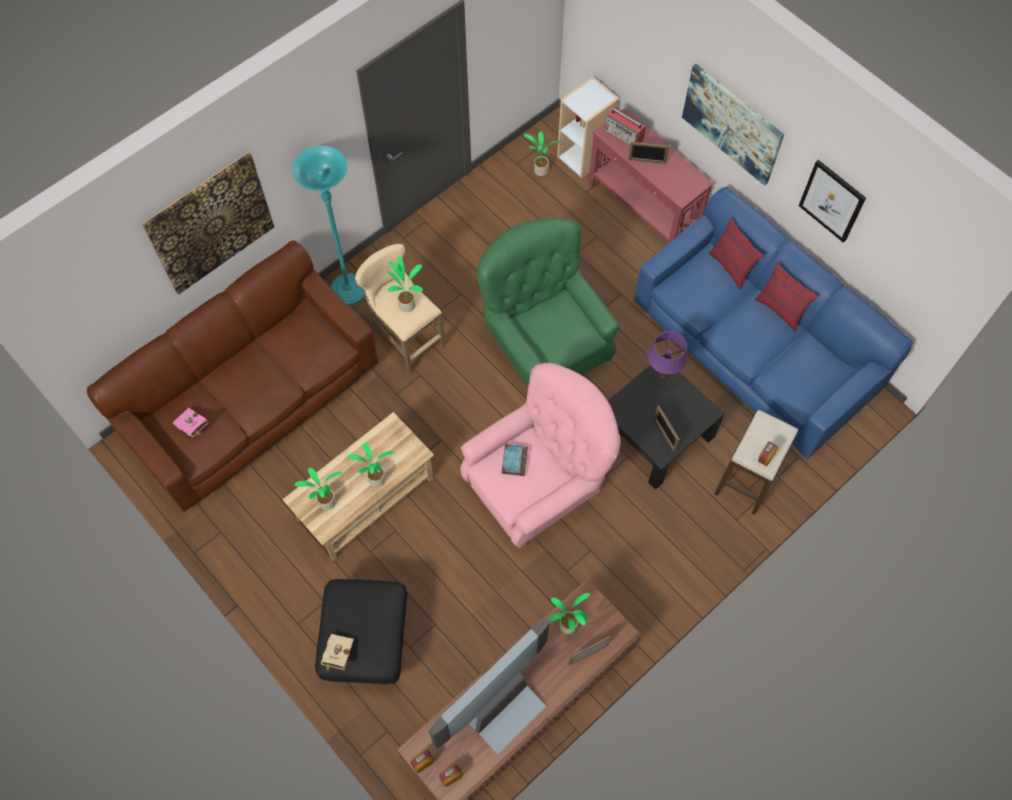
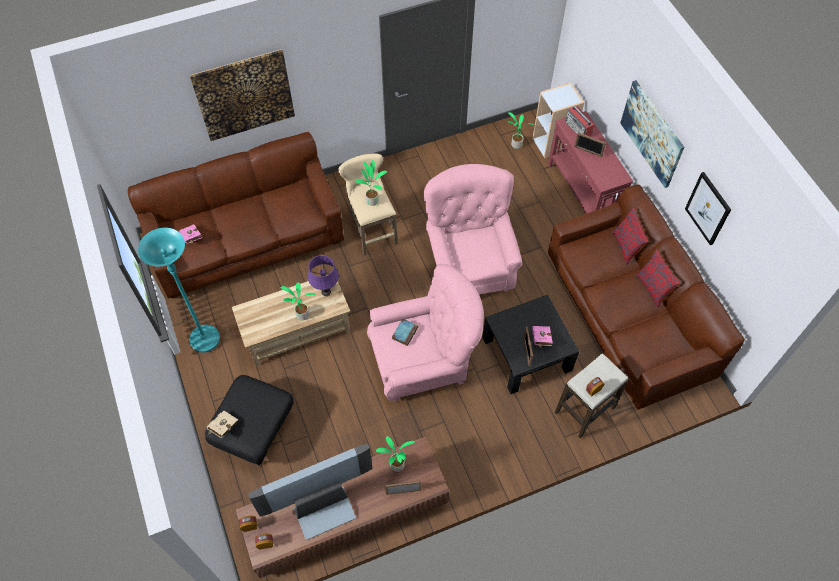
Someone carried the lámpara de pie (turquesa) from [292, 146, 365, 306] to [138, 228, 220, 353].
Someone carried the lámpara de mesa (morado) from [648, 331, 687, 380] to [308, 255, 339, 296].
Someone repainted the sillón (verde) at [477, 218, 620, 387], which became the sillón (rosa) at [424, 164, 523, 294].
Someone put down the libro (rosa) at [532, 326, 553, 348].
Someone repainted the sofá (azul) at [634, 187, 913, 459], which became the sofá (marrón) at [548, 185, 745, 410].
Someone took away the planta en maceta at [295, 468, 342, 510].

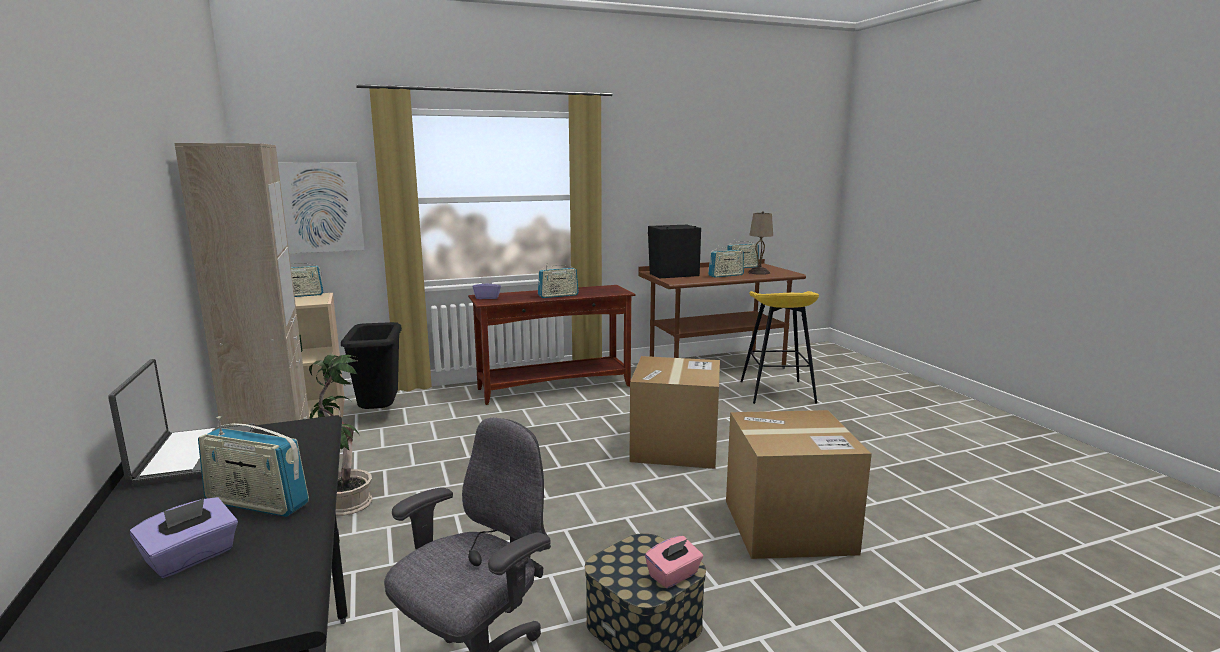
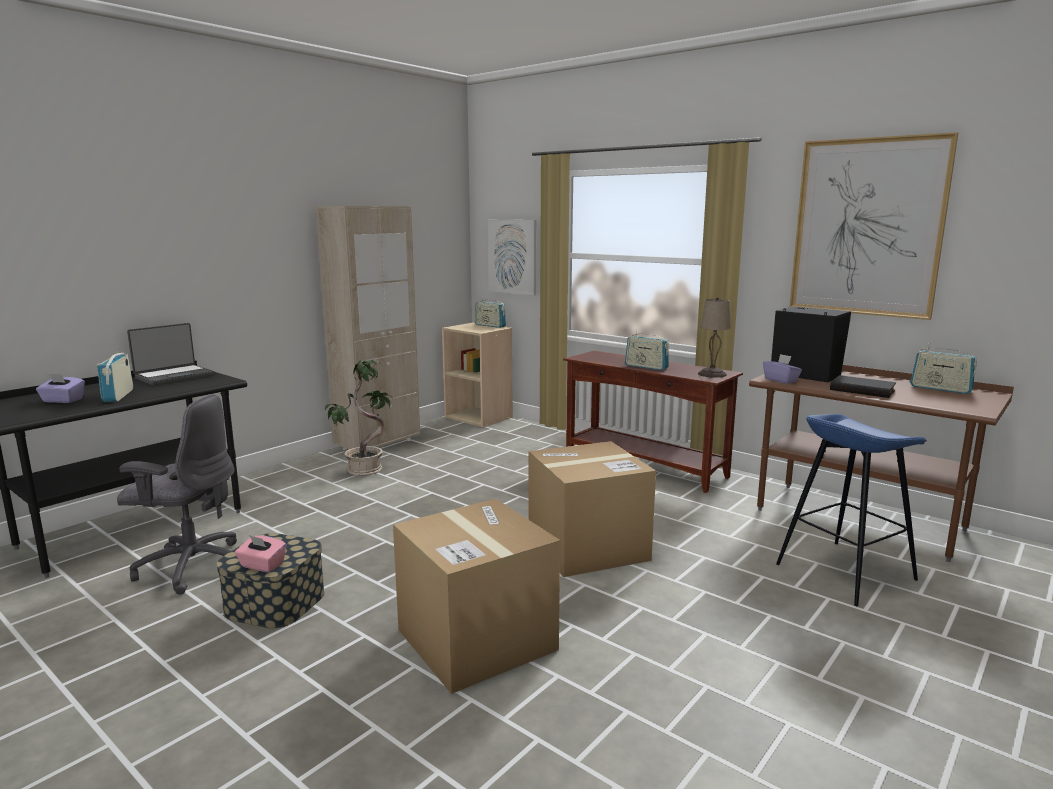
Someone carried the lámpara de mesa (beis) from [748, 211, 773, 275] to [698, 297, 731, 378].
Someone carried the caja de pañuelos (morado) from [473, 277, 501, 299] to [763, 354, 802, 384].
Someone repainted the taburete (amarillo) at [741, 291, 819, 404], which became the taburete (azul) at [776, 414, 927, 606].
Someone put up the cuadro at [790, 132, 958, 320].
Someone swapped the radio at [708, 245, 744, 277] for the libro (negro) at [830, 375, 896, 398].
Someone took away the papelera (negro) at [341, 322, 402, 409].

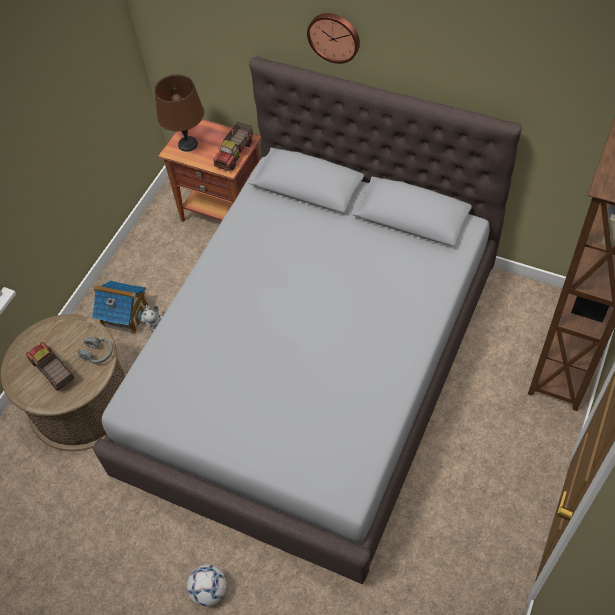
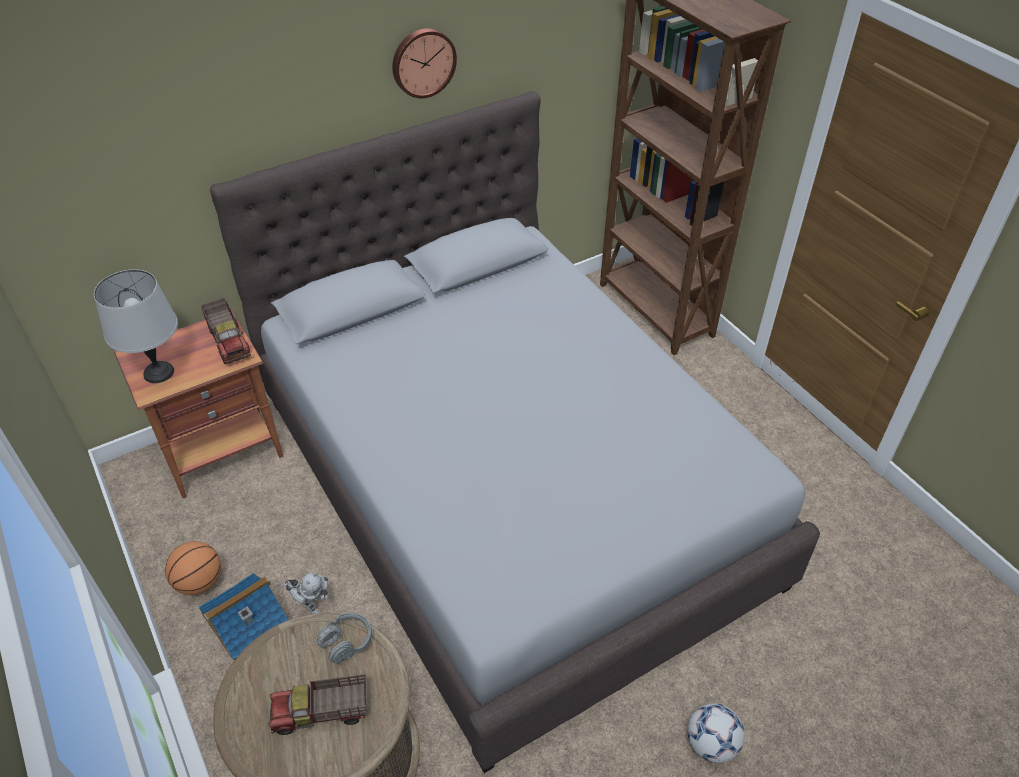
Someone repainted the lámpara de mesa (marrón) at [154, 74, 204, 152], which became the lámpara de mesa (gris) at [94, 269, 178, 383].
Someone put down the balón de baloncesto at [165, 541, 221, 595].
Someone carried the reloj de pared from [307, 13, 360, 64] to [392, 28, 457, 98].

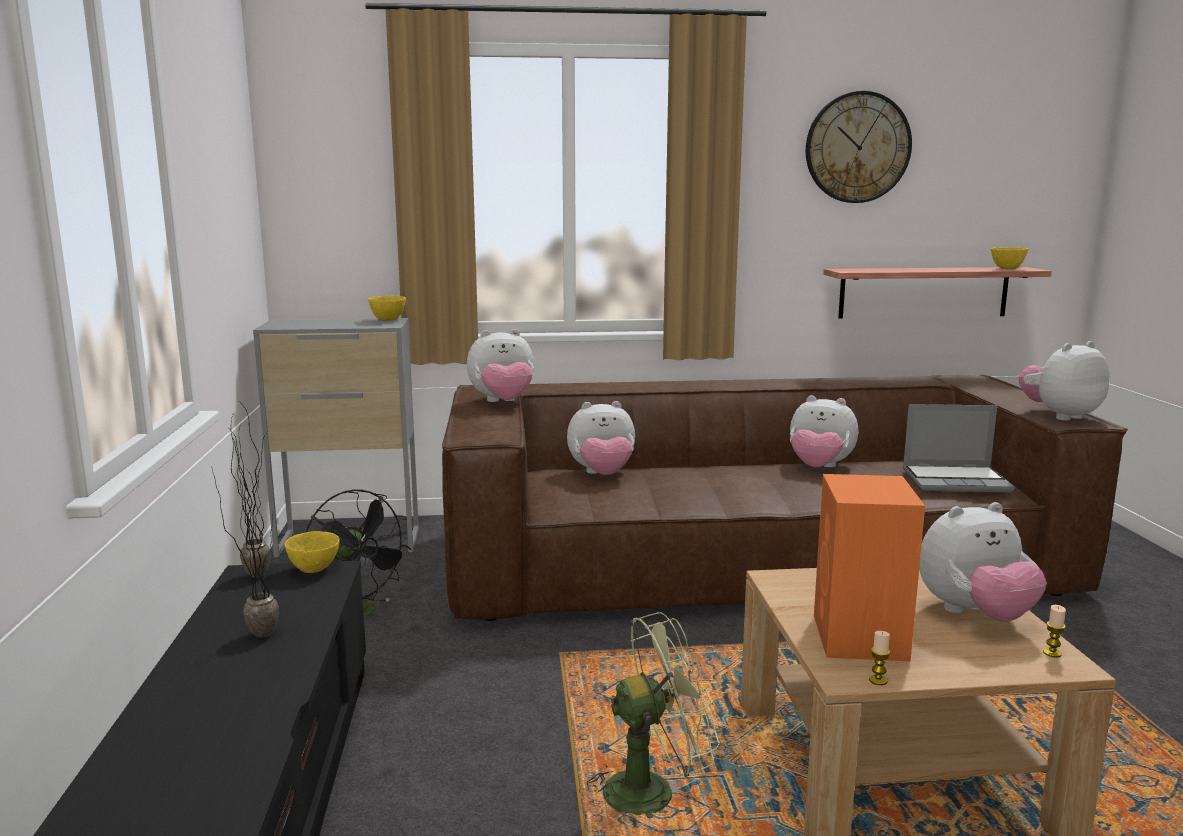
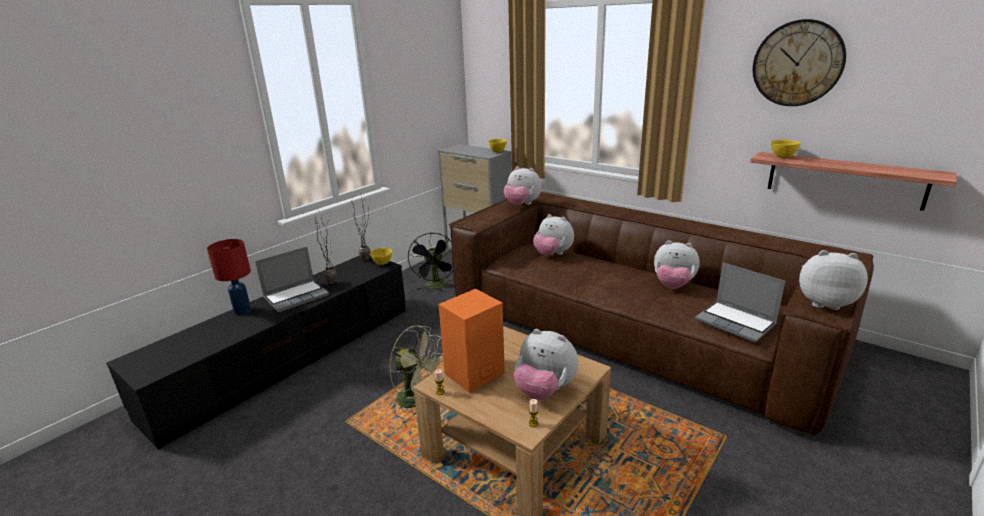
Someone put down the lámpara de mesa (rojo) at [207, 239, 251, 315].
Someone put down the portátil at [255, 247, 329, 312].
Someone rotated the peluche at [790, 395, 858, 467] by 45 degrees counterclockwise.
Someone carried the cuenco (amarillo) from [991, 247, 1028, 269] to [771, 140, 801, 158].

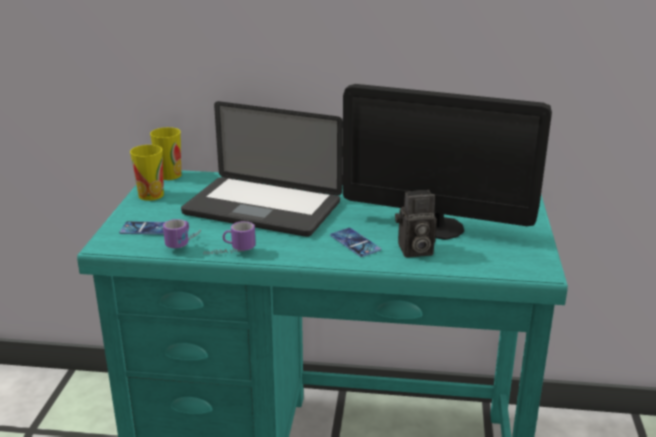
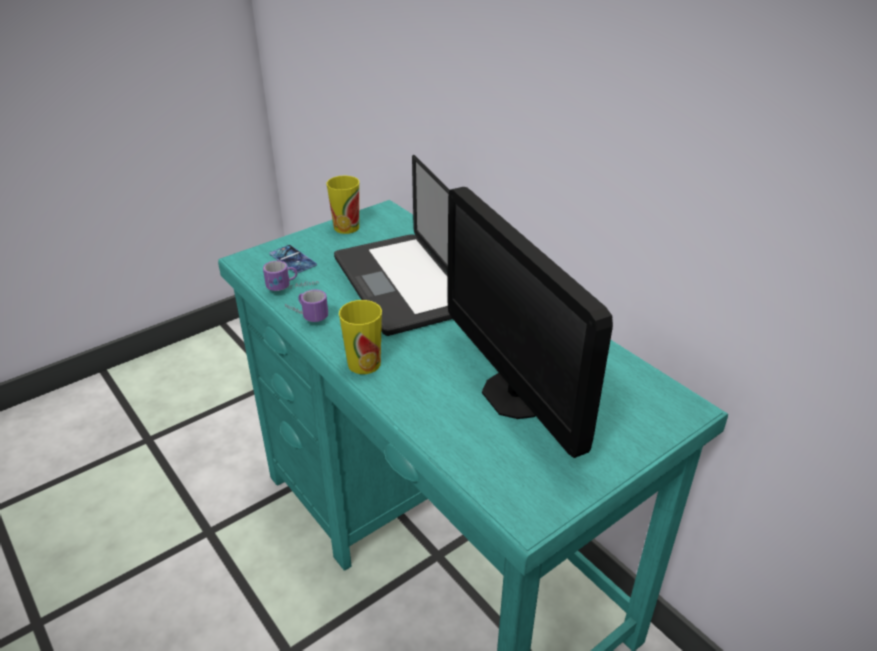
Someone carried the taza from [150, 127, 181, 180] to [339, 300, 382, 374].
Someone took away the móvil at [330, 228, 381, 257].
Someone took away the cámara at [395, 190, 437, 258].

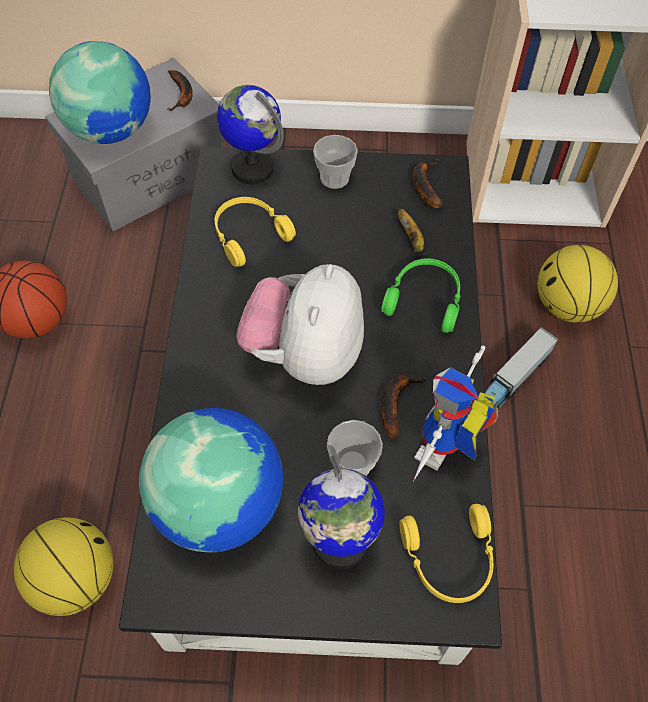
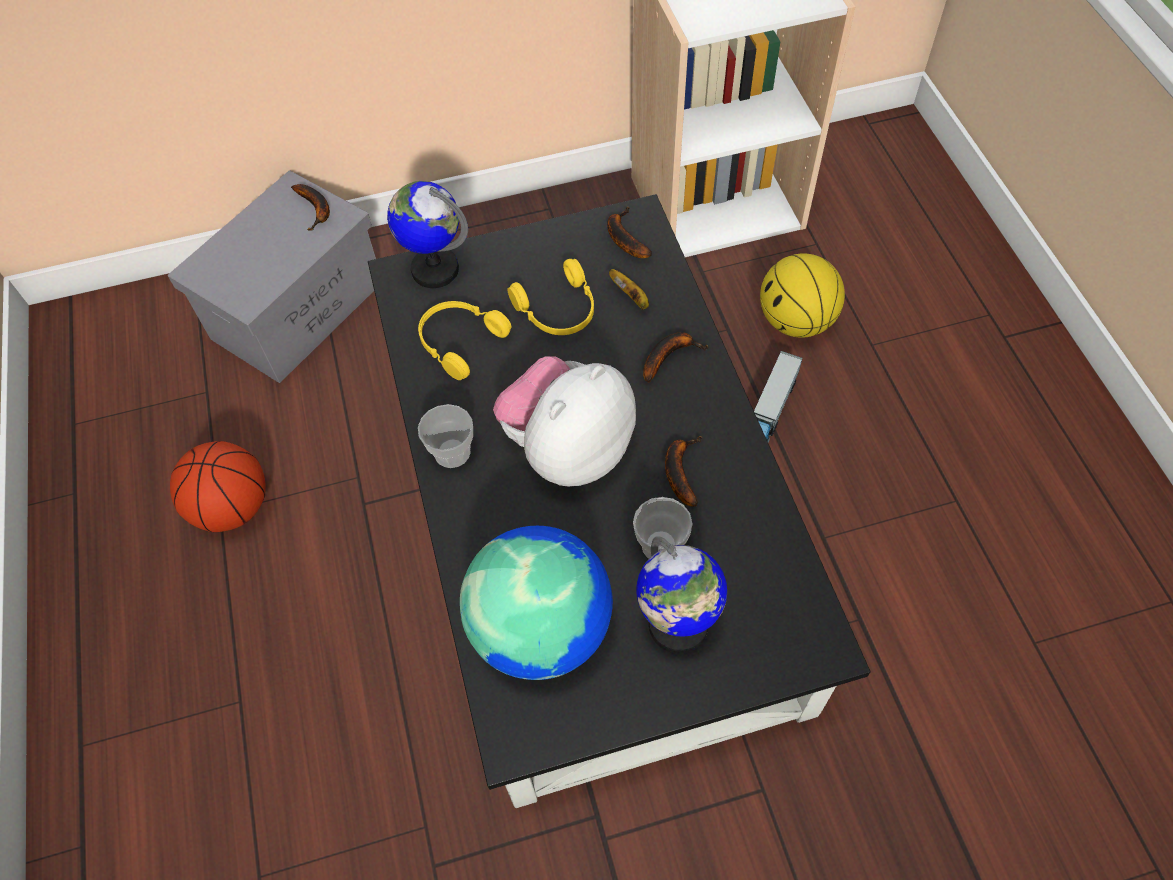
Someone carried the taza from [313, 135, 358, 189] to [418, 404, 473, 468].
Someone rotated the peluche at [236, 264, 364, 385] by 45 degrees clockwise.
Someone carried the auriculares (amarillo) from [399, 504, 493, 603] to [508, 259, 594, 335].
Someone swapped the auriculares (verde) at [381, 258, 460, 333] for the plátano at [643, 332, 708, 383].
Someone took away the balón de baloncesto at [14, 517, 113, 616].
Someone took away the globo terráqueo at [49, 41, 151, 144].
Someone took away the robot de juguete at [413, 346, 498, 481].

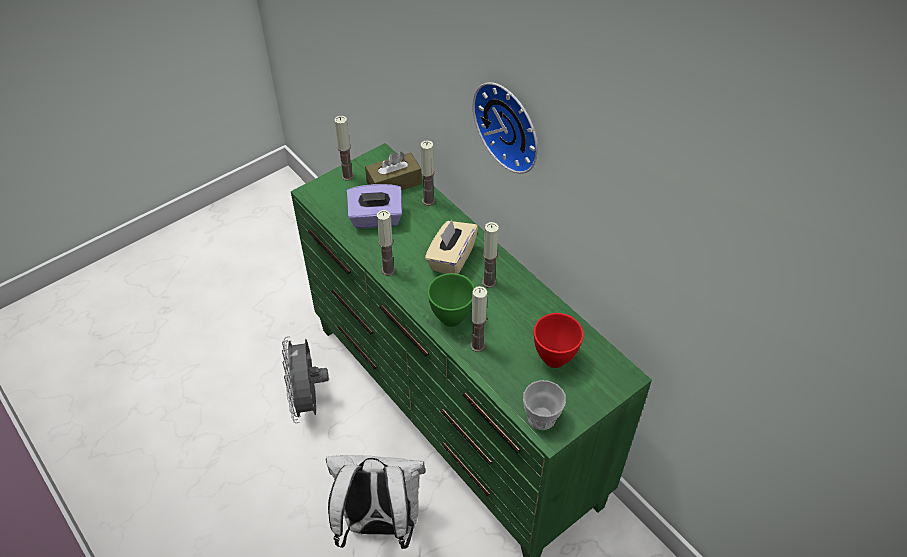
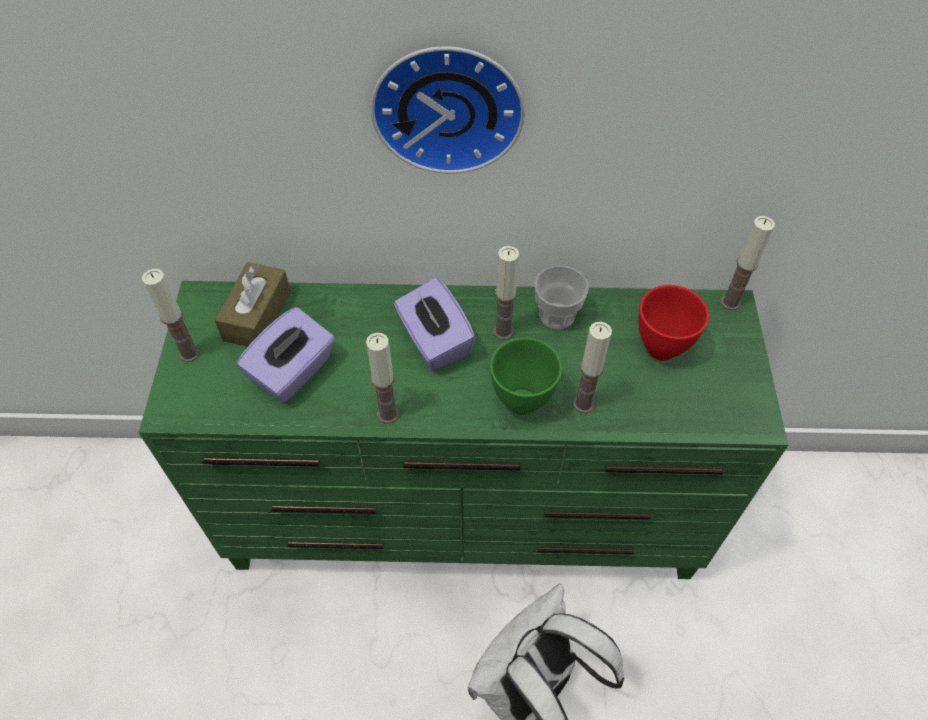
Someone repainted the caja de pañuelos (beis) at [425, 220, 478, 274], which became the caja de pañuelos (morado) at [394, 278, 476, 371].
Someone carried the taza from [523, 380, 566, 430] to [534, 266, 589, 329].
Someone carried the vela from [421, 140, 435, 206] to [721, 216, 775, 310].
Someone took away the ventilador (gris) at [282, 336, 329, 423].

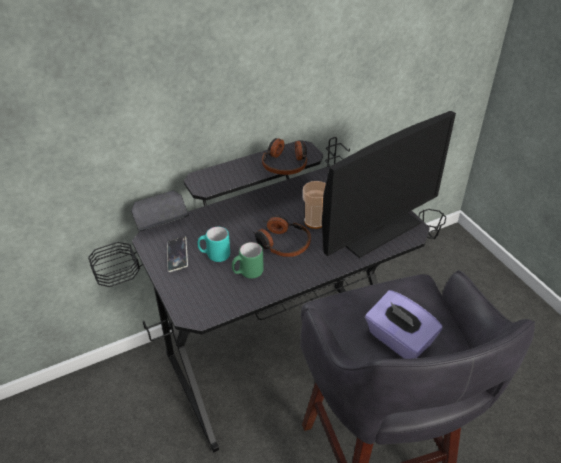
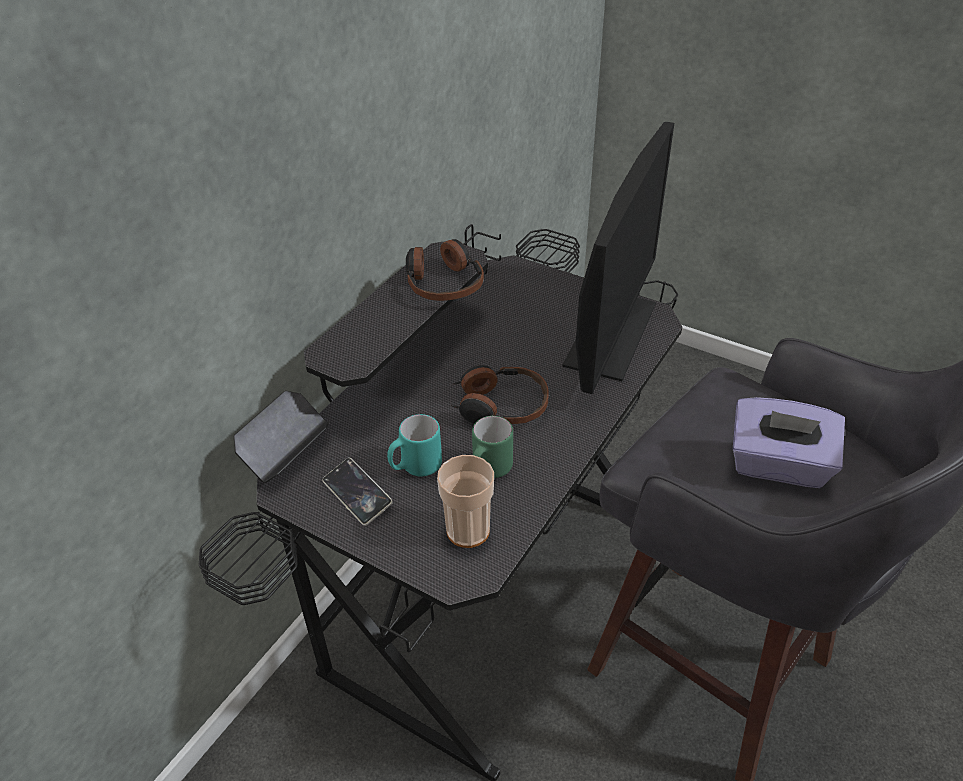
Someone carried the taza from [303, 181, 326, 229] to [437, 455, 494, 548].

